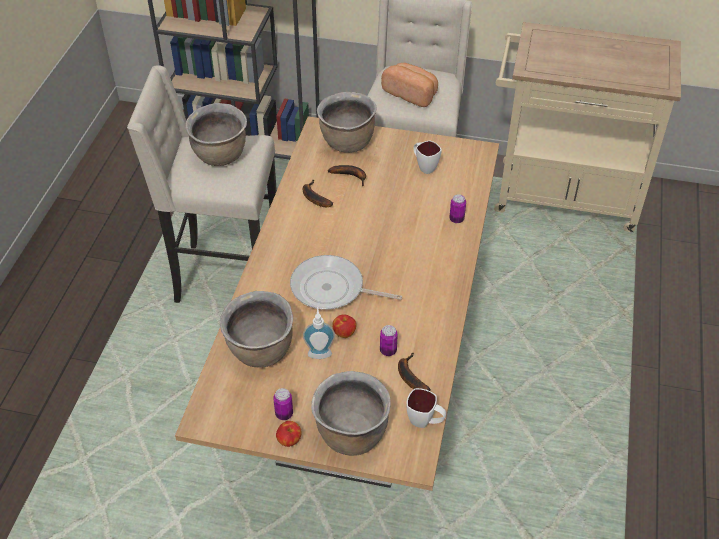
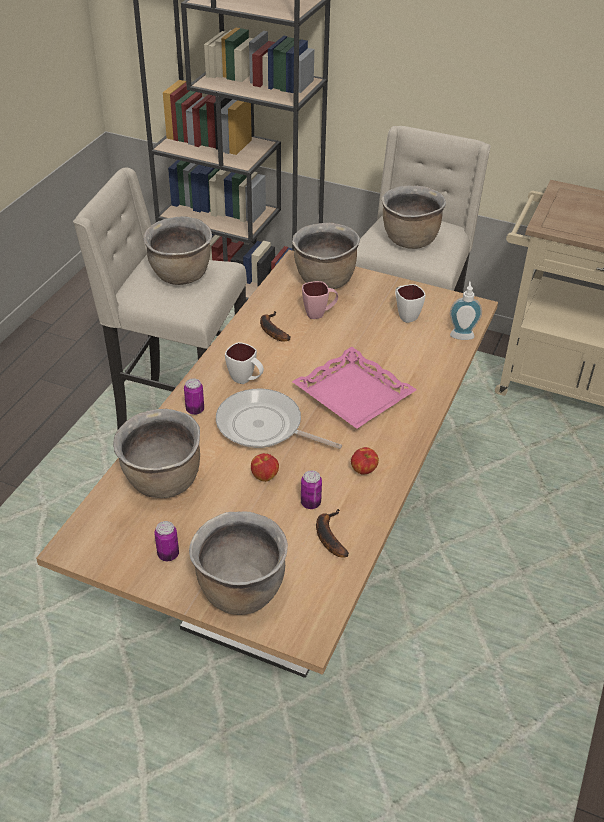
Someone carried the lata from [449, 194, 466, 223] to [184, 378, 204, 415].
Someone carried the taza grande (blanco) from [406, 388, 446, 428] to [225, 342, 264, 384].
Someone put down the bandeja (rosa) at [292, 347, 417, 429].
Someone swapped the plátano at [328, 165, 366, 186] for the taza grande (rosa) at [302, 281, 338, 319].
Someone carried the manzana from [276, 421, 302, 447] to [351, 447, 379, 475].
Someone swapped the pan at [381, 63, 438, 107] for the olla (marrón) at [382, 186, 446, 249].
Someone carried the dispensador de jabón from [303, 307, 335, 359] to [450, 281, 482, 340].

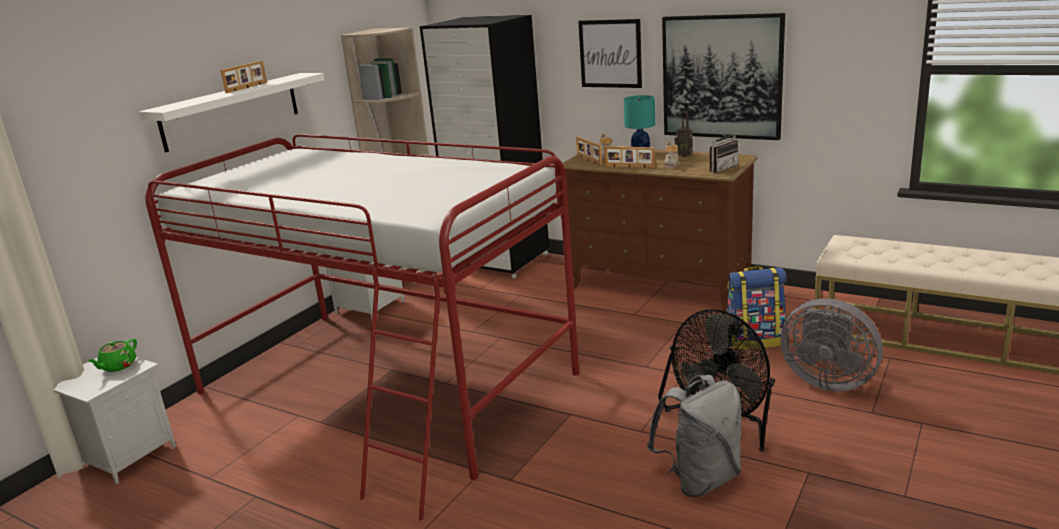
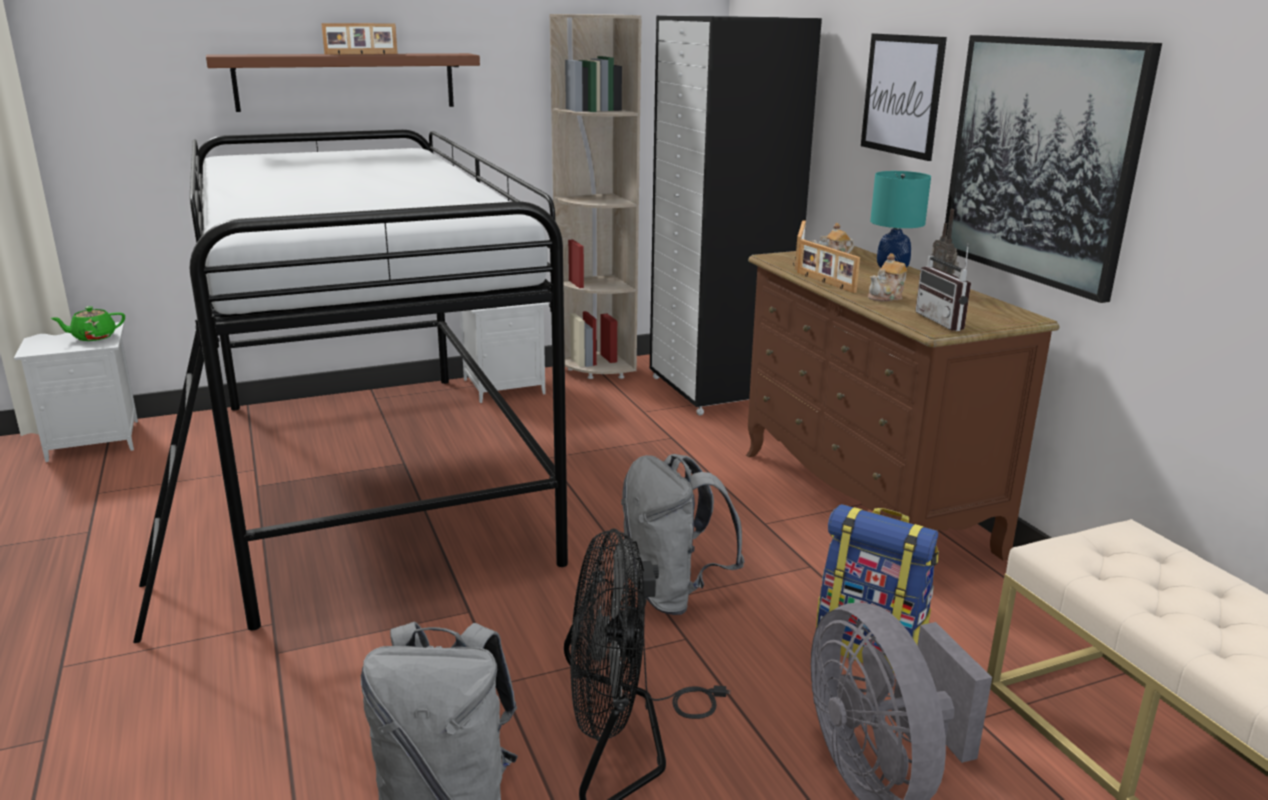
Someone repainted the cama (rojo) at [145, 134, 579, 521], which became the cama (negro) at [133, 130, 568, 643].
Someone repainted the estante (blanco) at [139, 73, 324, 152], which became the estante (marrón) at [206, 53, 480, 112].
Someone put down the mochila (gris) at [621, 454, 745, 615].
Someone rotated the radio at [710, 129, 738, 173] by 75 degrees clockwise.

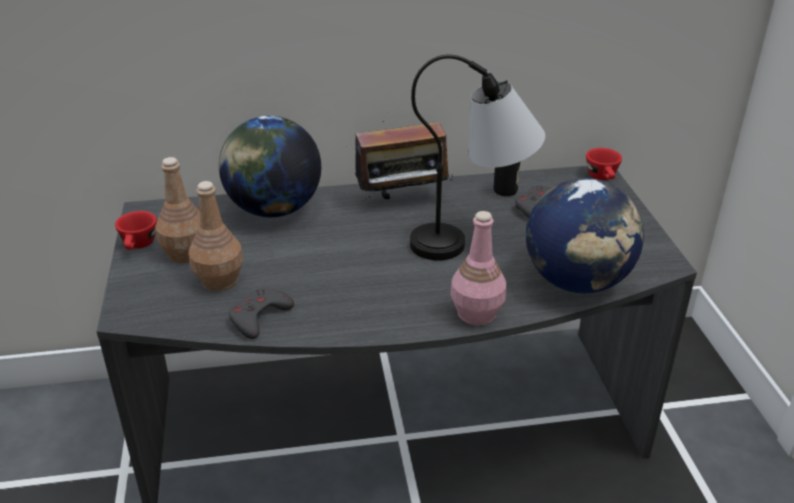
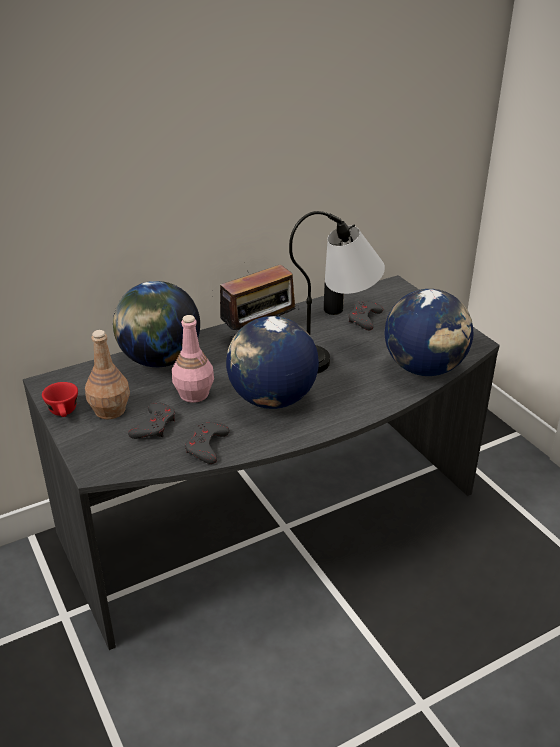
Someone swapped the botella (marrón) at [189, 181, 243, 291] for the mando de consola (gris) at [128, 402, 175, 439].
Someone carried the botella (rosa) from [450, 211, 507, 326] to [172, 315, 214, 403].
Someone put down the globo terráqueo at [226, 316, 319, 409].
Someone took away the taza (rojo) at [586, 148, 622, 180].

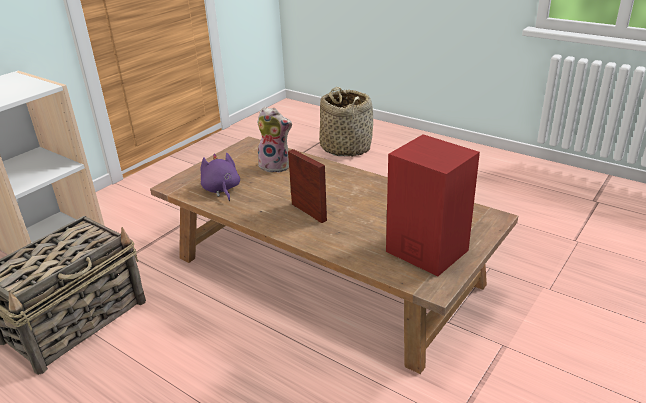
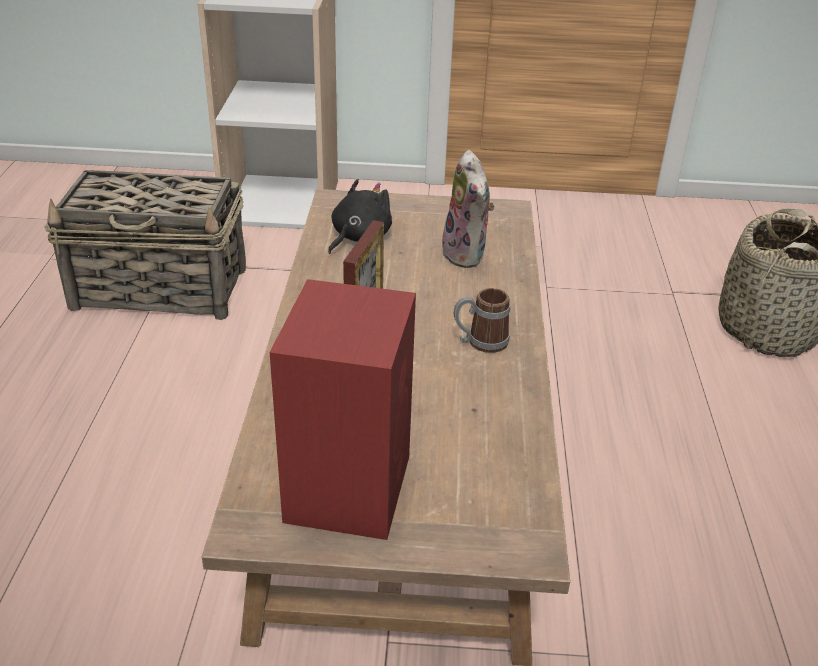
Someone repainted the peluche (morado) at [200, 153, 240, 201], which became the peluche (negro) at [328, 179, 392, 254].
Someone put down the taza grande at [454, 288, 510, 353].

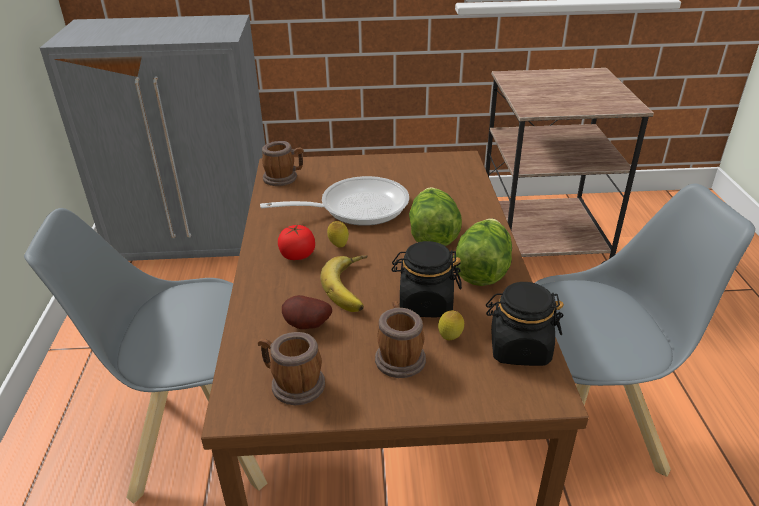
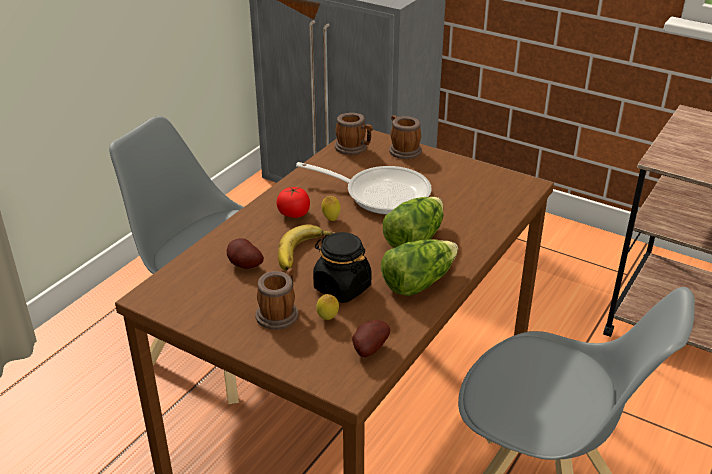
Someone swapped the tarro (negro) at [486, 282, 564, 366] for the patata at [352, 320, 390, 357].
Someone carried the taza grande from [258, 332, 325, 405] to [389, 115, 422, 159].

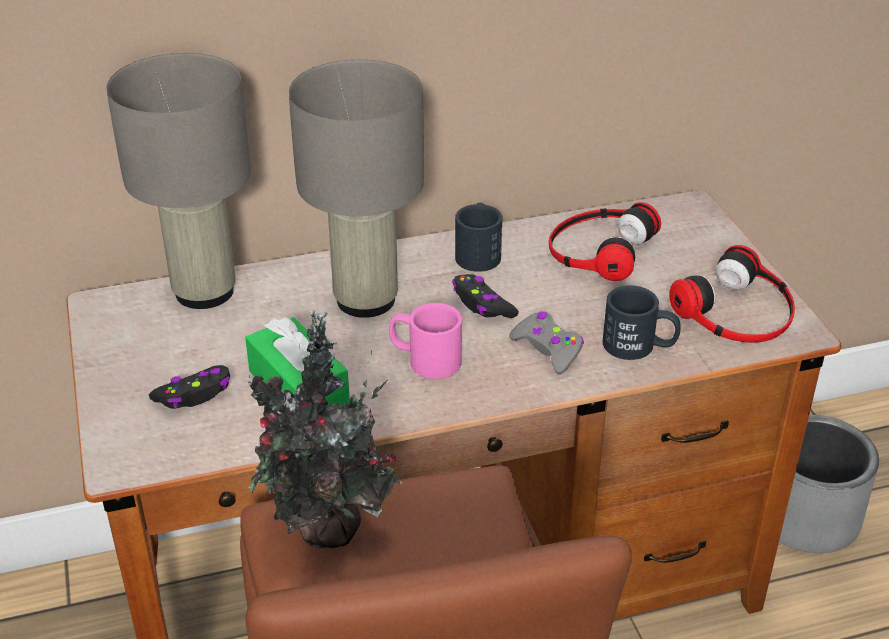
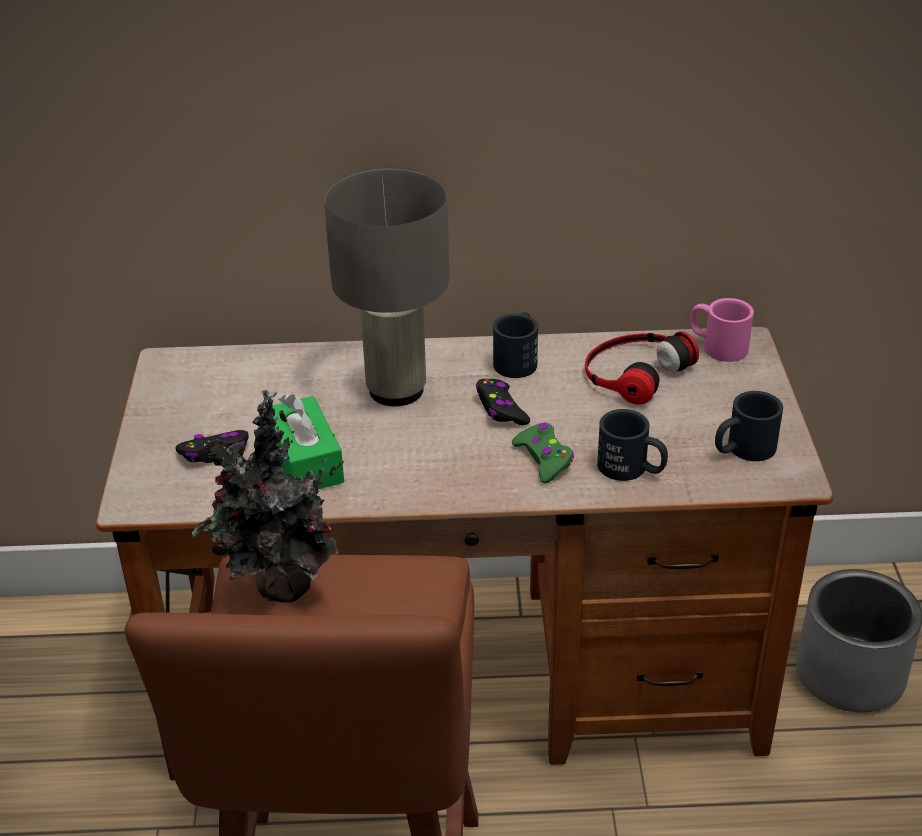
Someone repainted the mando de consola (gris) at [509, 311, 584, 374], which became the mando de consola (verde) at [512, 423, 574, 483].
Someone carried the taza grande (rosa) from [389, 303, 462, 379] to [690, 298, 754, 362].
Someone swapped the auriculares at [669, 245, 795, 343] for the taza grande (negro) at [715, 391, 783, 461].
Someone took away the lámpara de mesa (gris) at [107, 53, 251, 309].

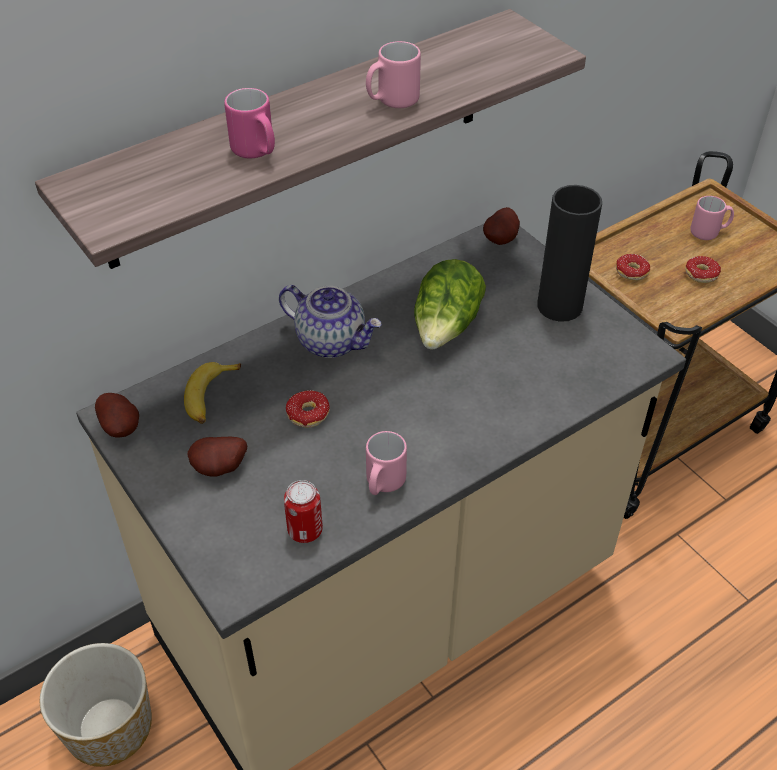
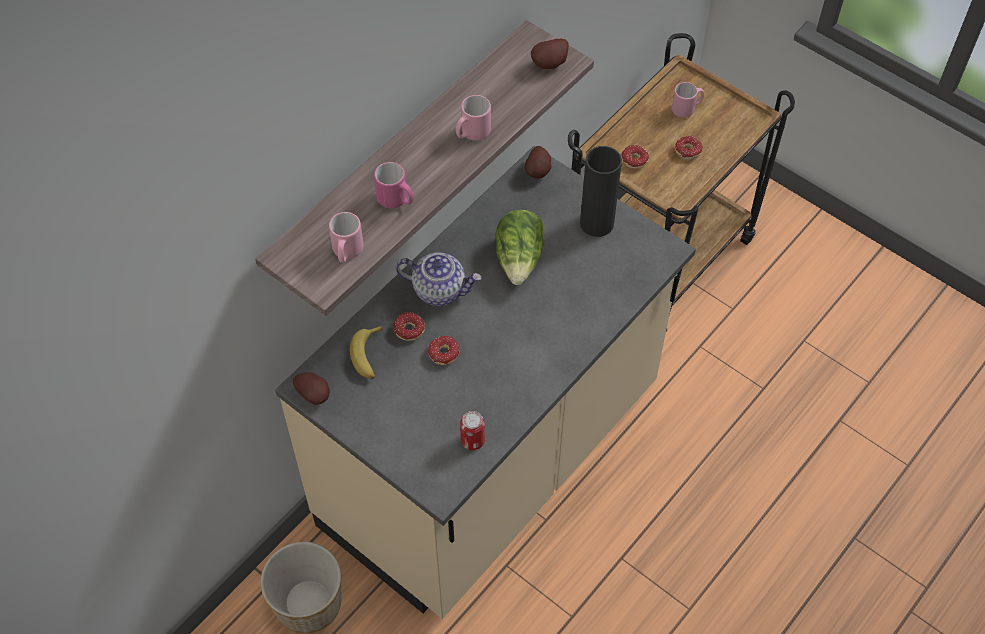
Someone carried the taza grande (rosa) from [366, 431, 407, 495] to [329, 212, 363, 263].
Someone put down the rosquilla at [393, 312, 425, 341].
Someone carried the patata from [188, 437, 247, 477] to [531, 39, 569, 69].

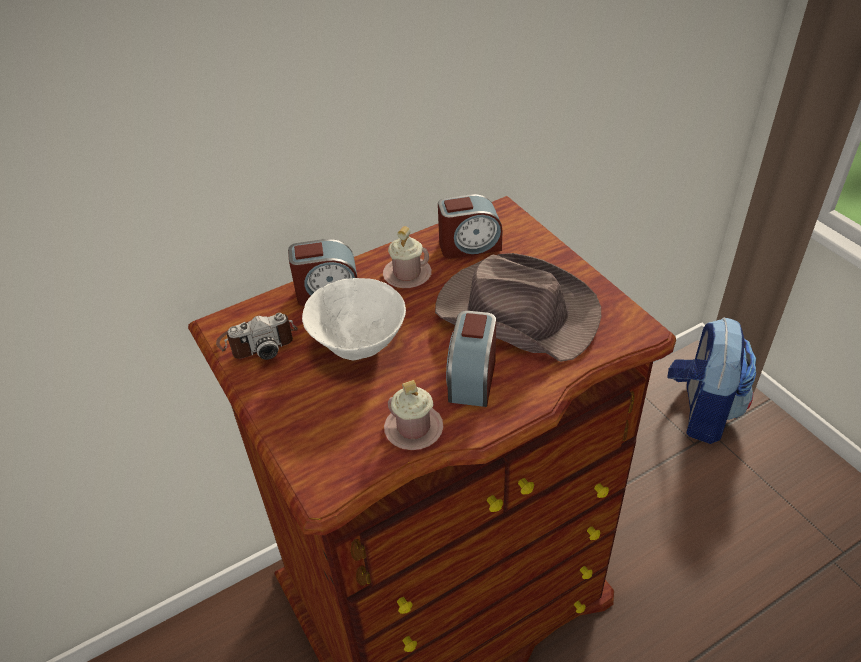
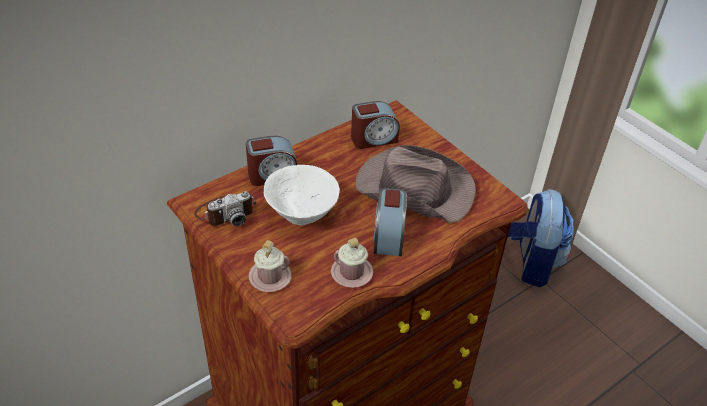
Someone carried the taza grande (rosa) from [383, 226, 432, 288] to [249, 240, 292, 292].

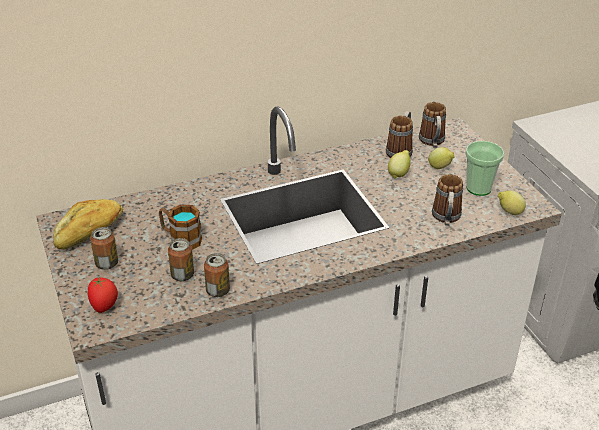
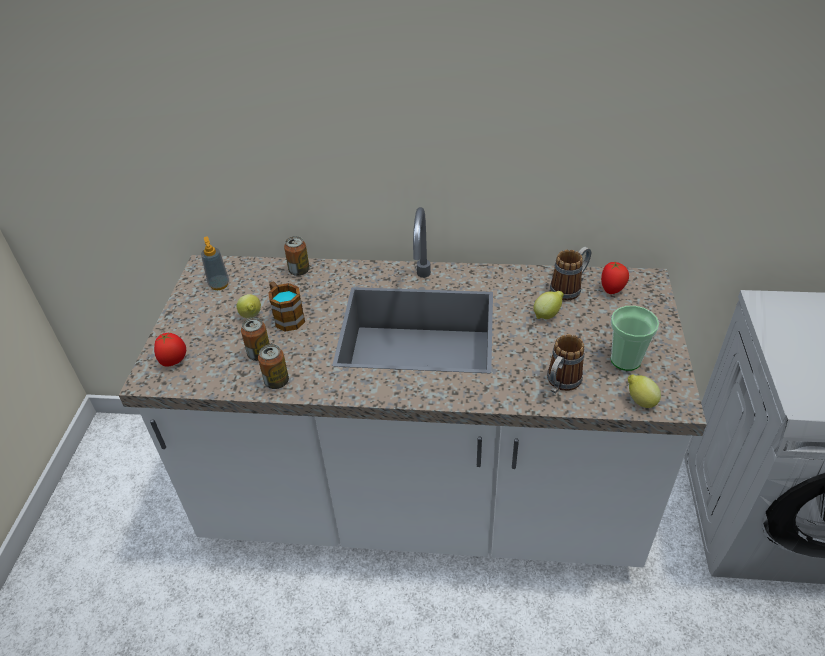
Someone swapped the pan at [53, 199, 123, 250] for the dispensador de jabón at [201, 236, 229, 290].
Someone carried the limón from [428, 147, 455, 169] to [237, 294, 261, 318].
Someone carried the lata from [90, 227, 118, 270] to [284, 236, 310, 276].
Someone swapped the taza grande at [419, 102, 446, 147] for the tomate at [601, 262, 629, 294].

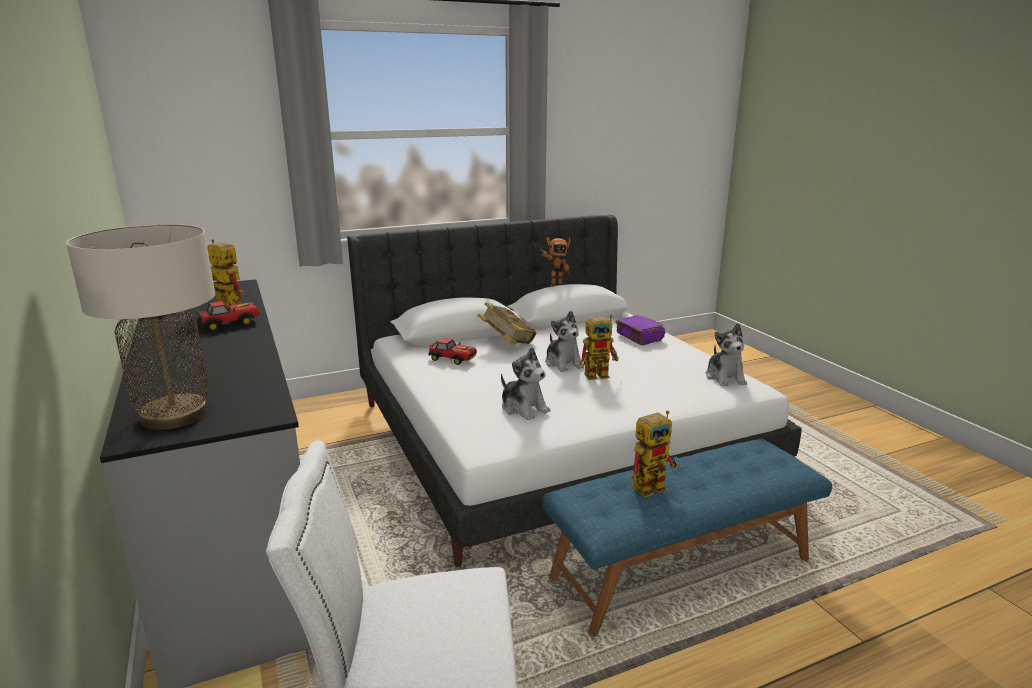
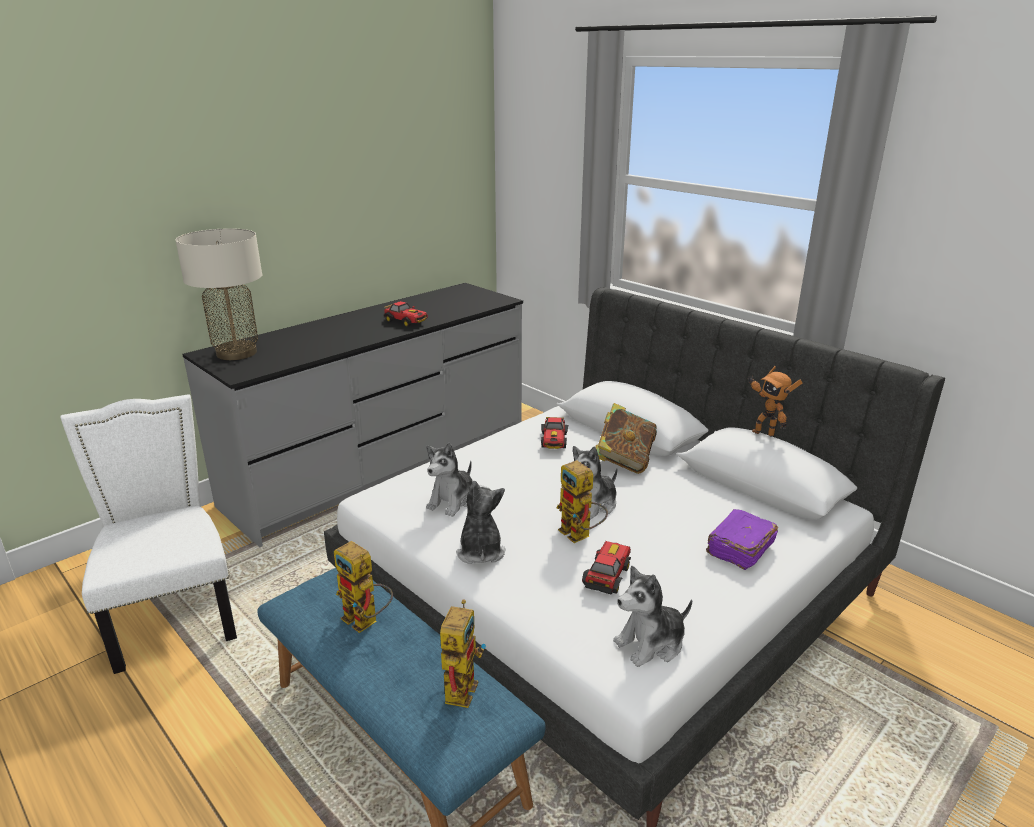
Someone carried the robot de juguete from [207, 239, 244, 307] to [440, 600, 486, 708].
Someone put down the peluche at [456, 481, 505, 564].
Someone put down the coche de juguete at [582, 541, 631, 595].

